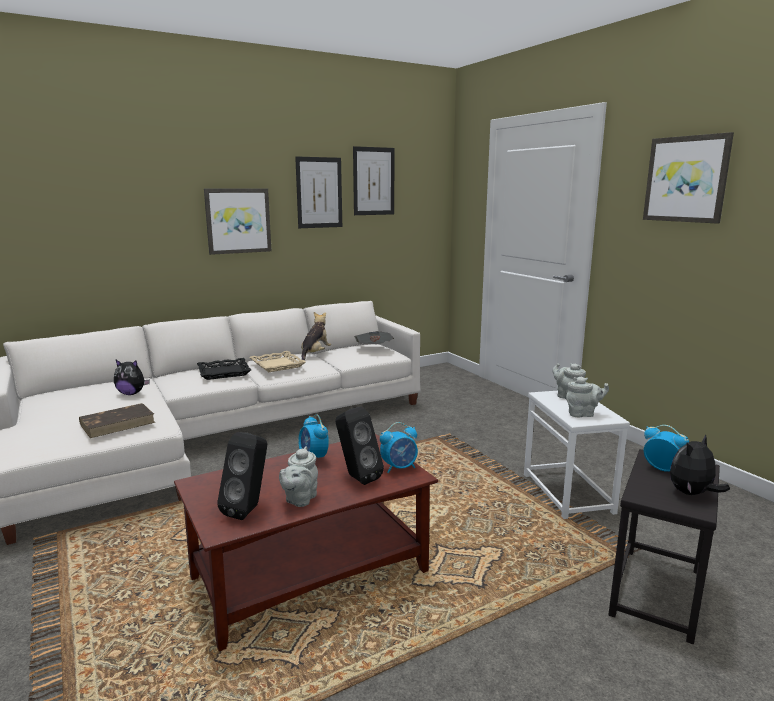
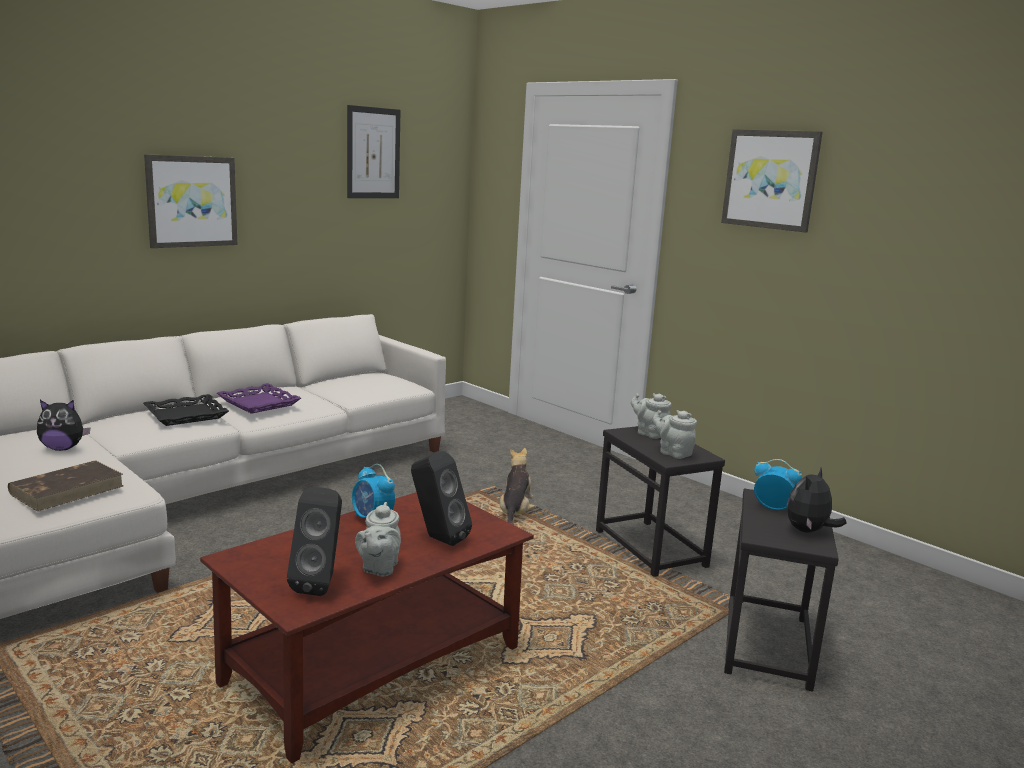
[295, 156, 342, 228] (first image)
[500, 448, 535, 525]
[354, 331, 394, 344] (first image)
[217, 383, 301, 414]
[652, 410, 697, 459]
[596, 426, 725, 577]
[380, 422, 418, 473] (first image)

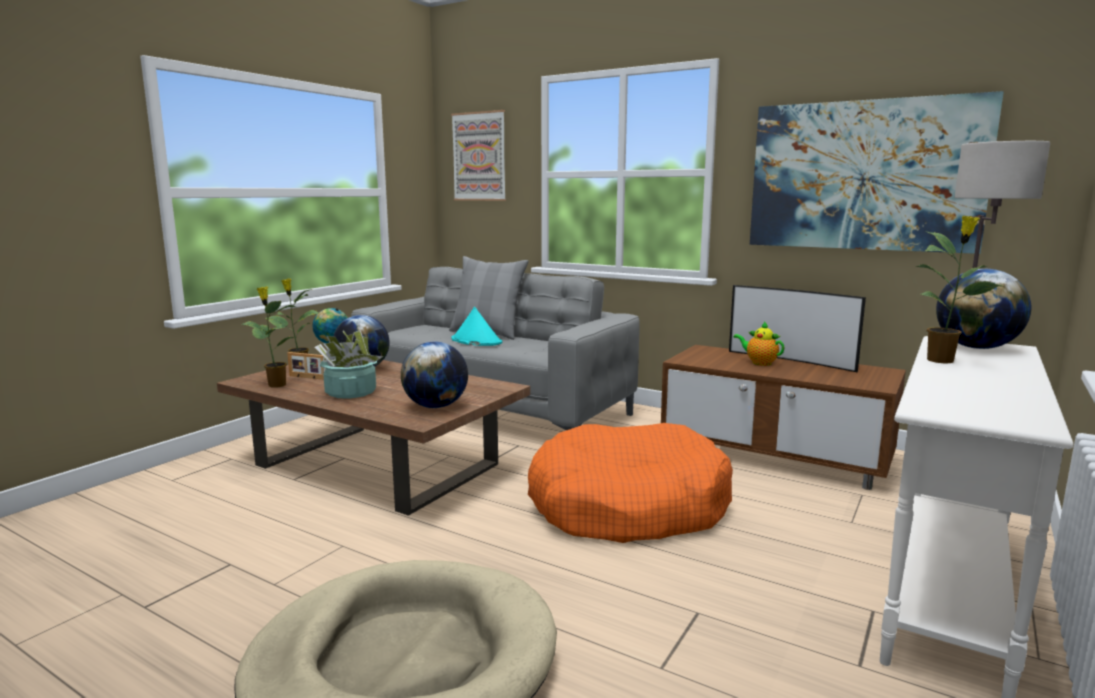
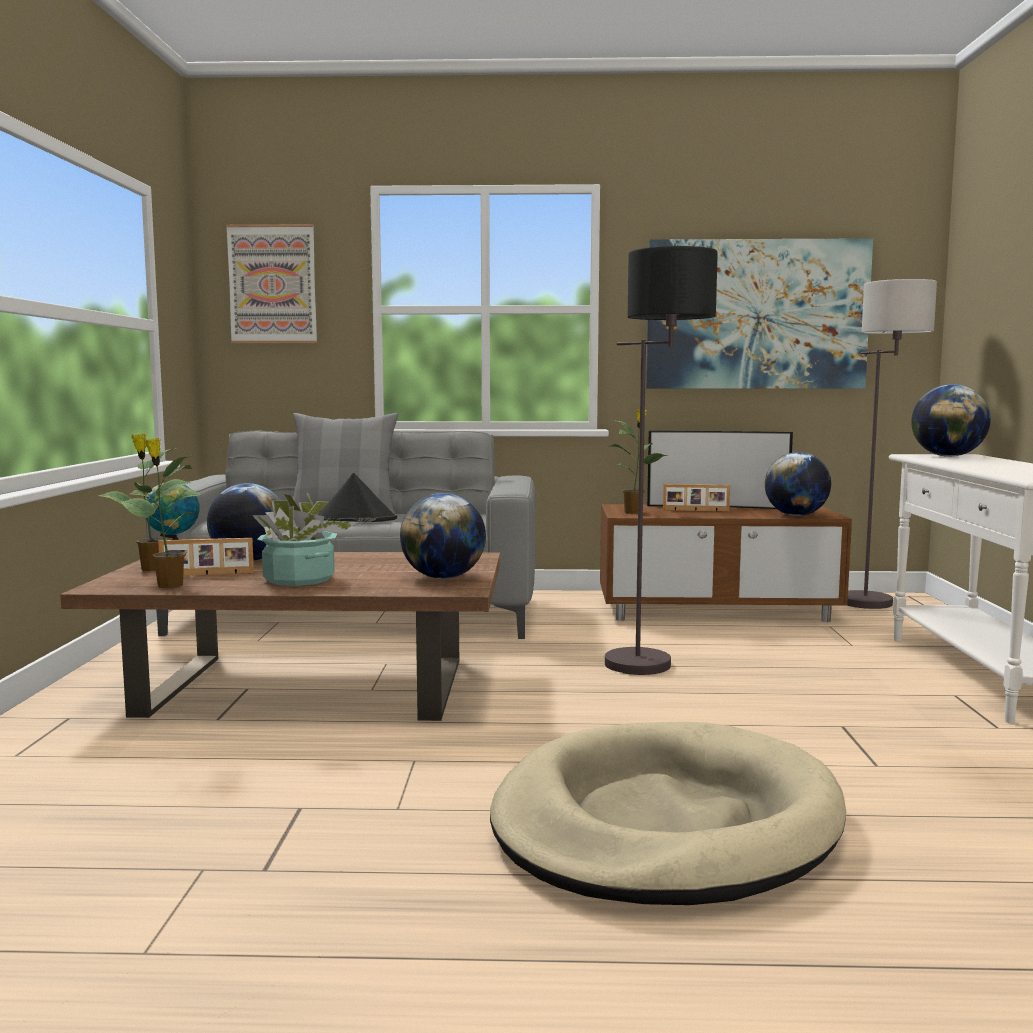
[611, 409, 668, 514]
[317, 473, 397, 522]
[663, 484, 730, 512]
[605, 246, 718, 675]
[765, 452, 831, 516]

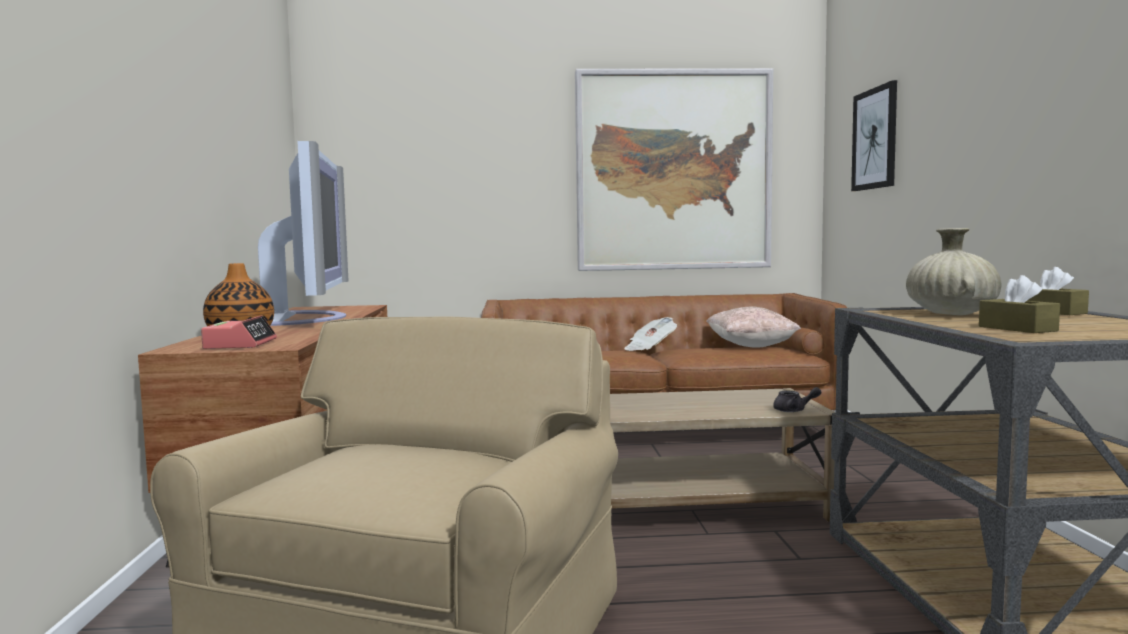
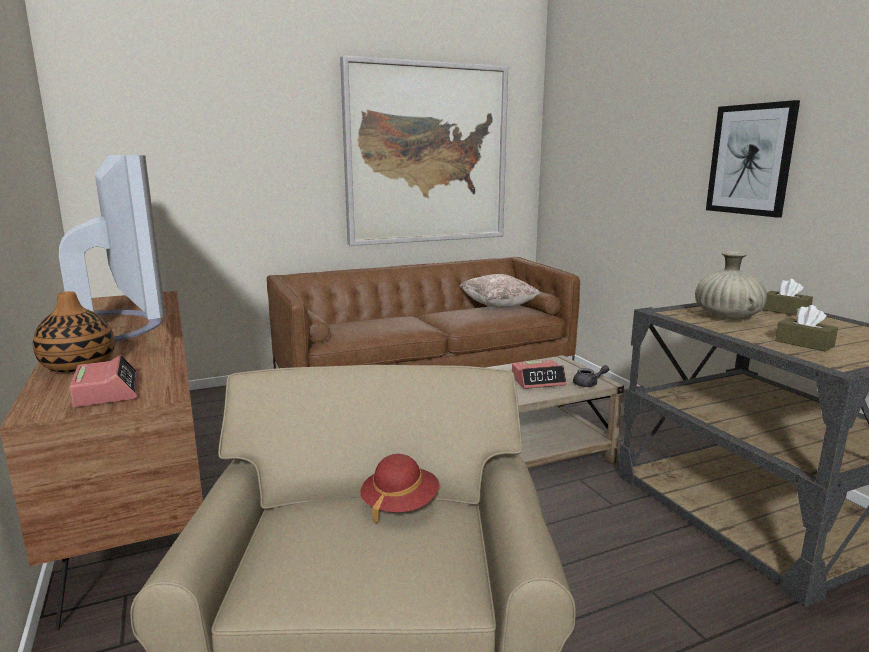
[706, 100, 800, 218]
[624, 317, 677, 351] (first image)
[512, 360, 567, 389]
[360, 454, 439, 525]

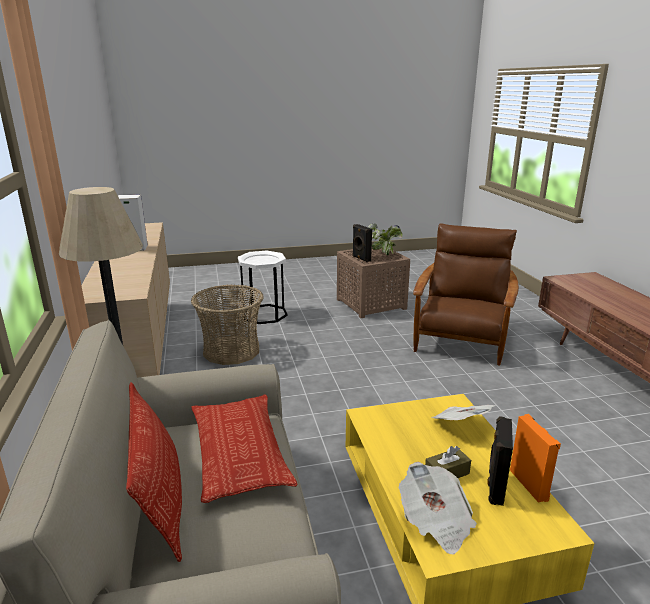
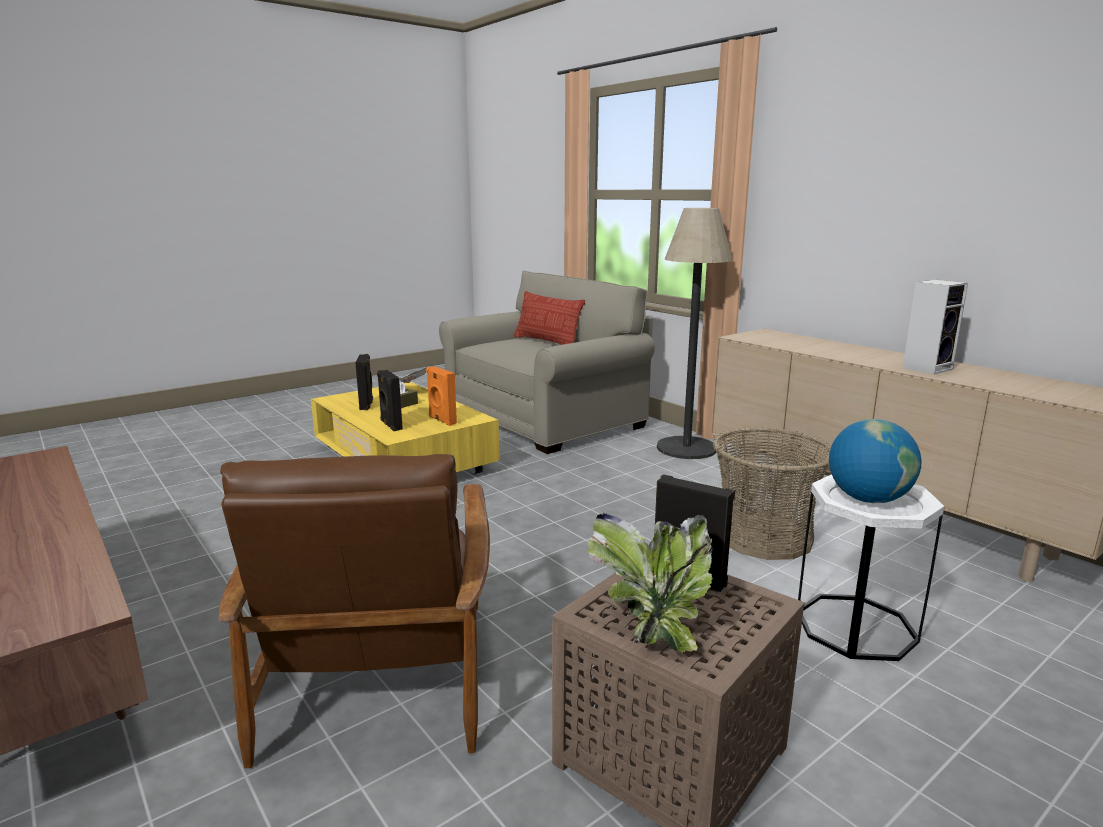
[192, 394, 298, 503] (first image)
[377, 370, 403, 431]
[426, 366, 457, 426]
[829, 419, 922, 503]

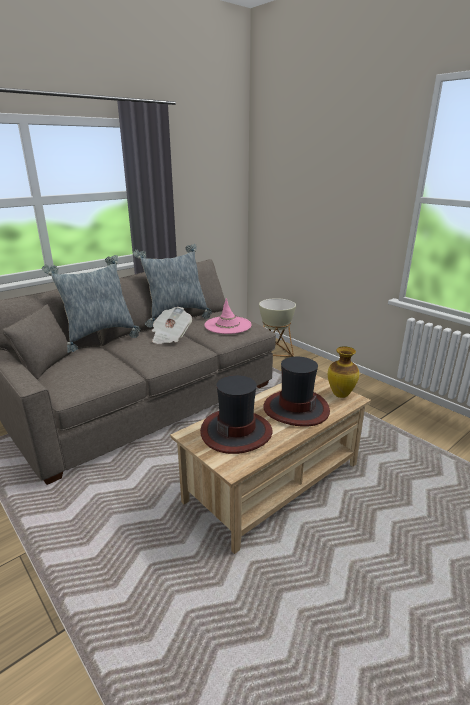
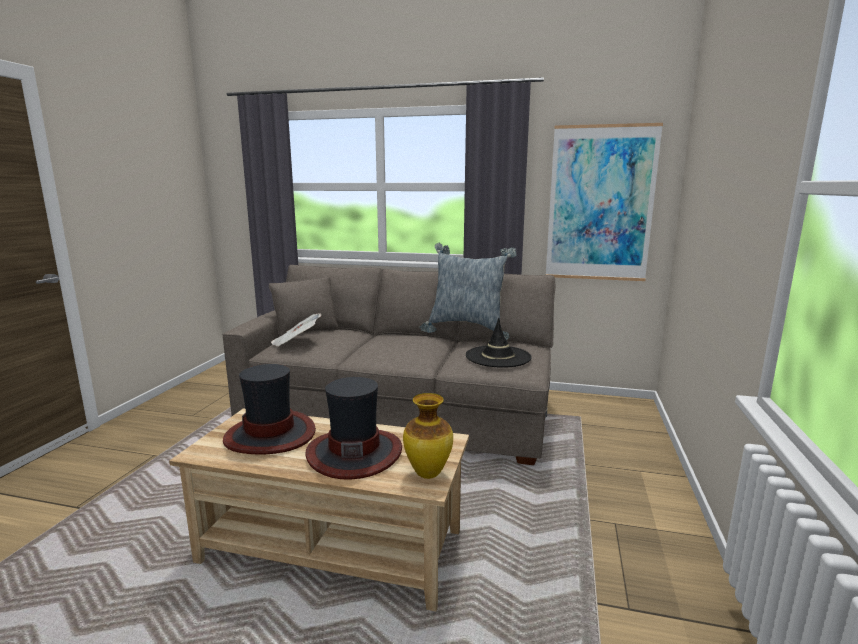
[41, 255, 141, 353] (first image)
[466, 318, 532, 368]
[259, 298, 296, 357] (first image)
[271, 313, 321, 347]
[546, 123, 663, 281]

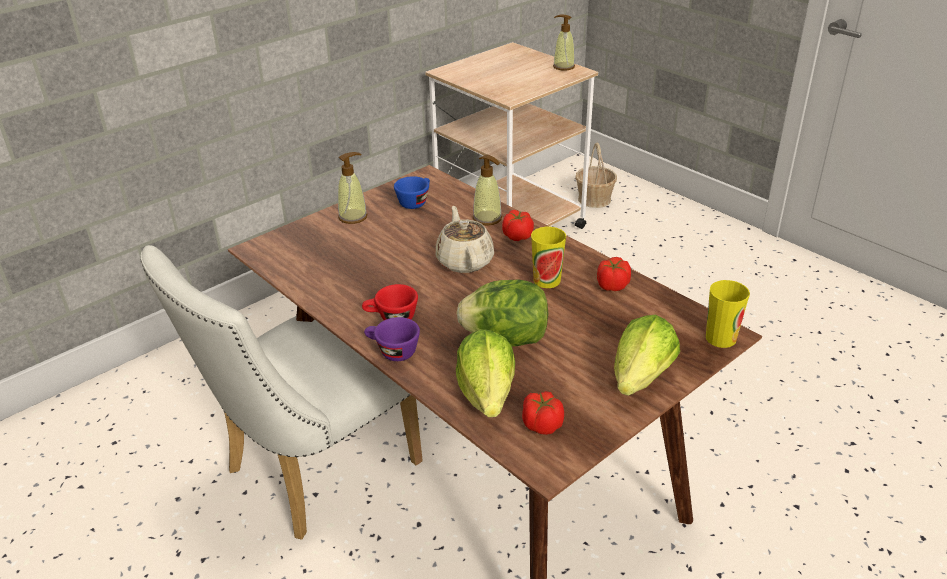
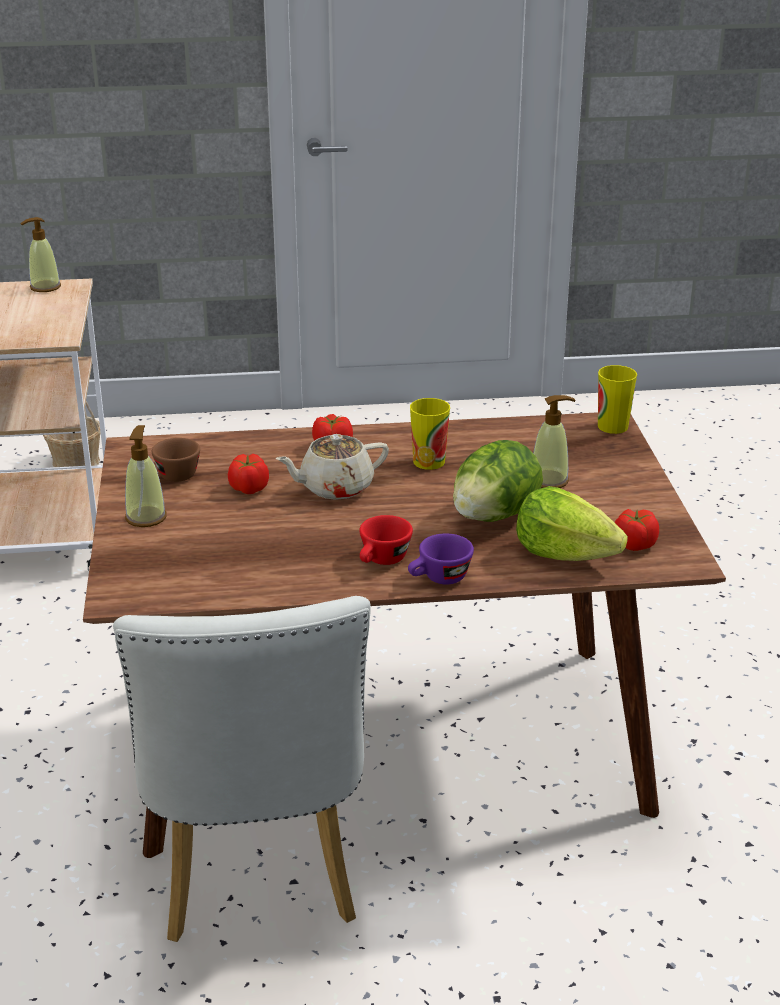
[533, 395, 576, 488]
[152, 438, 200, 482]
[276, 434, 389, 500]
[228, 454, 269, 494]
[614, 315, 680, 396] (first image)

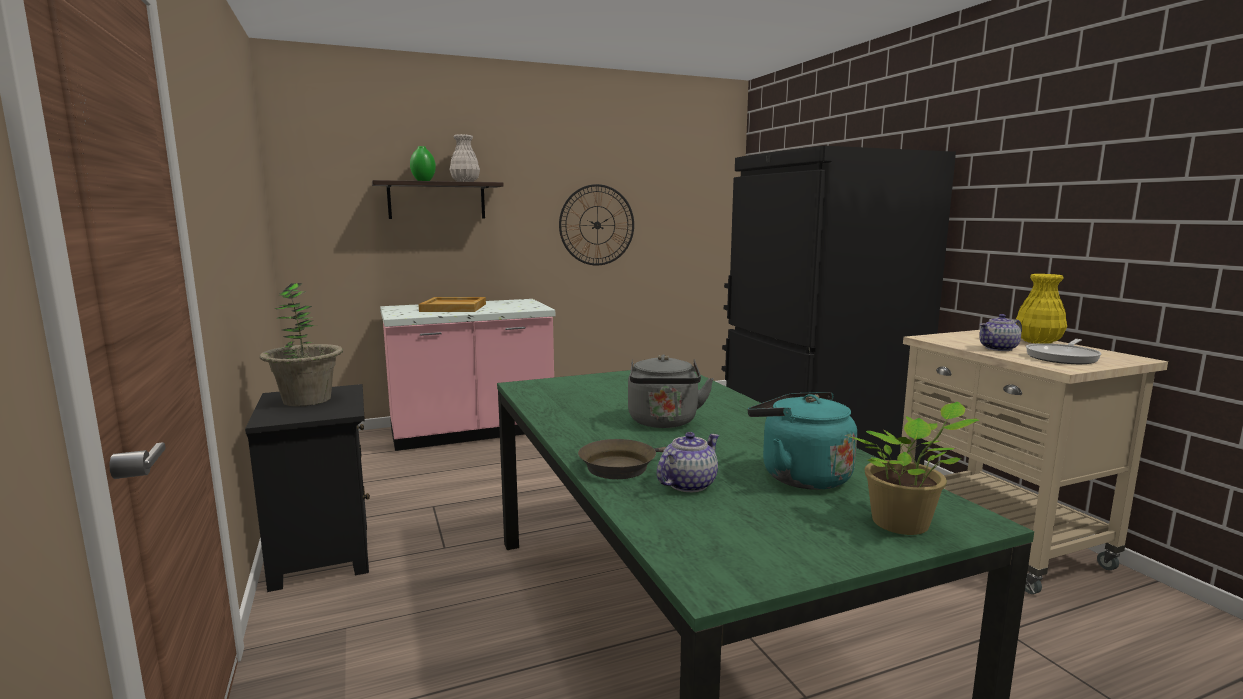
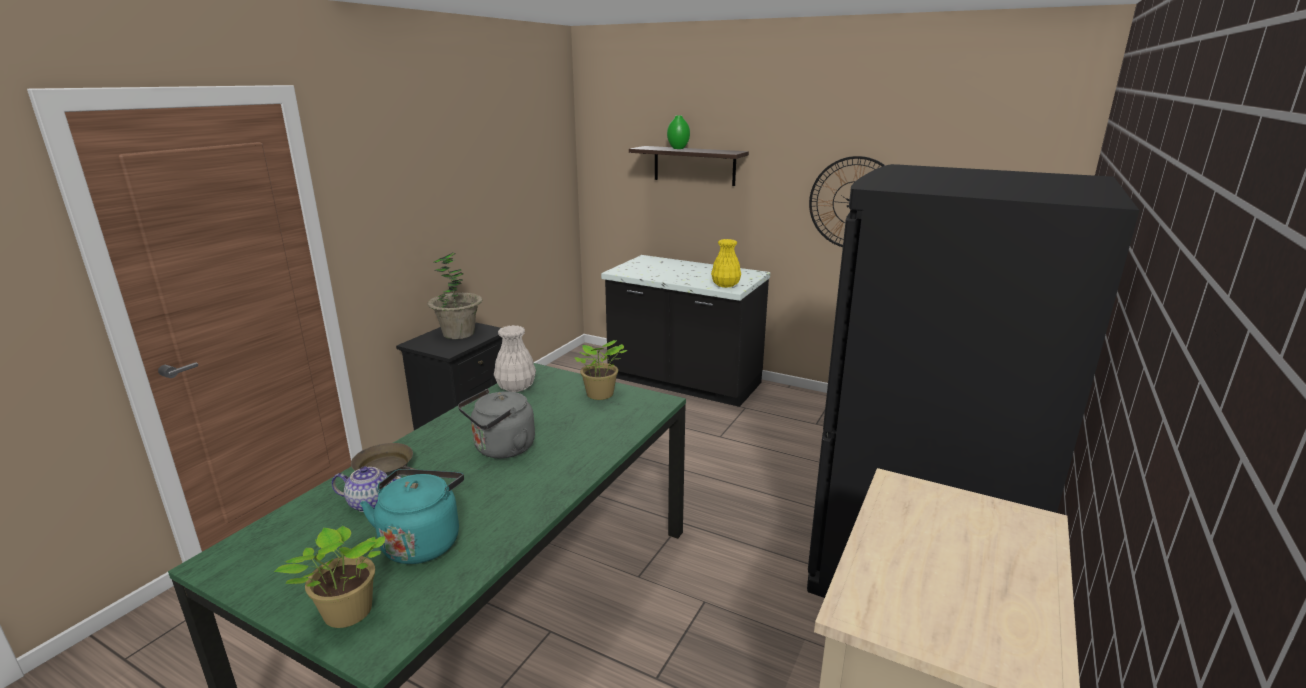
[494, 325, 536, 392]
[711, 239, 741, 287]
[418, 297, 486, 312] (first image)
[601, 255, 770, 407]
[979, 314, 1022, 351] (first image)
[1026, 339, 1102, 364] (first image)
[574, 340, 627, 400]

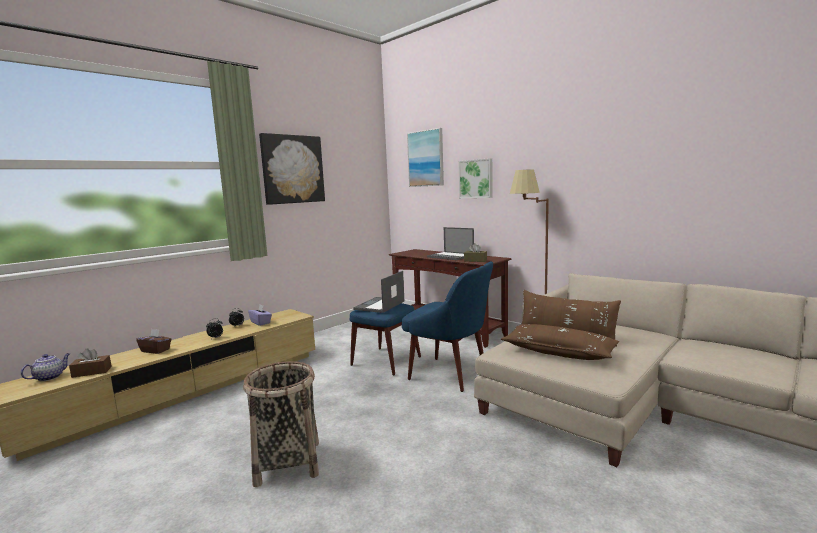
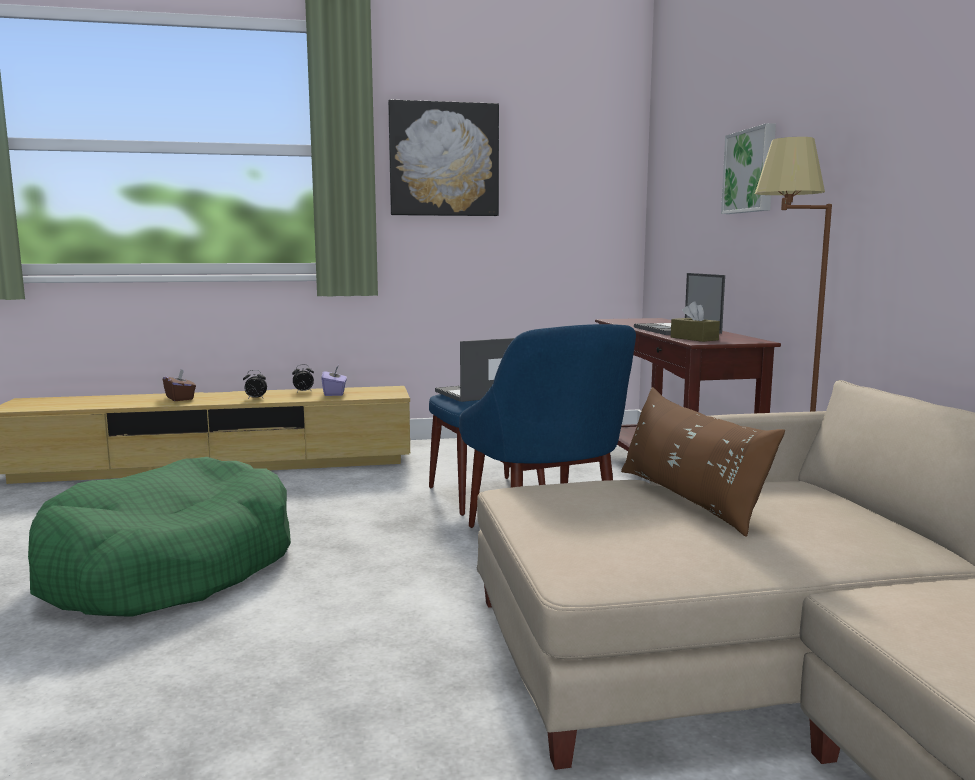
[407, 128, 444, 187] (first image)
[501, 324, 619, 360] (first image)
[69, 348, 112, 378] (first image)
[21, 353, 70, 381] (first image)
[28, 457, 291, 617]

